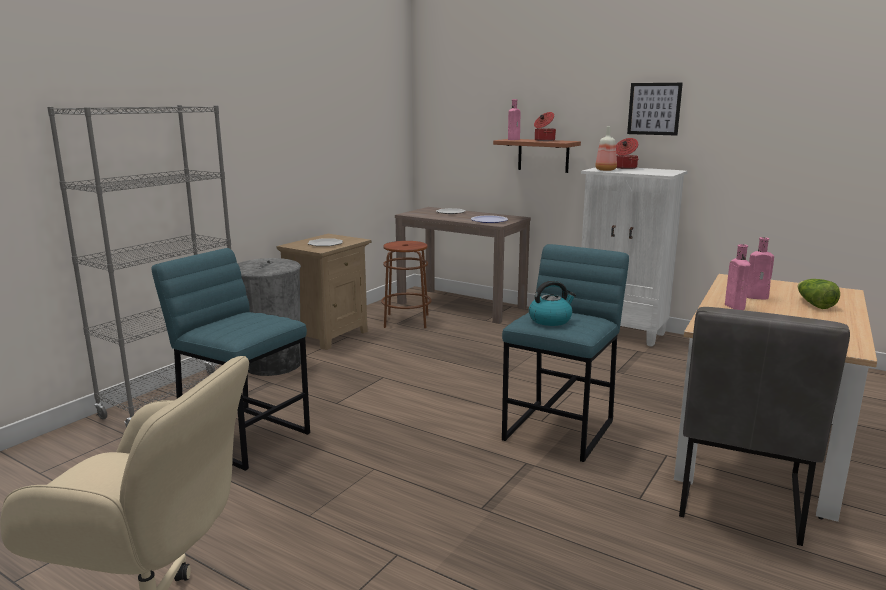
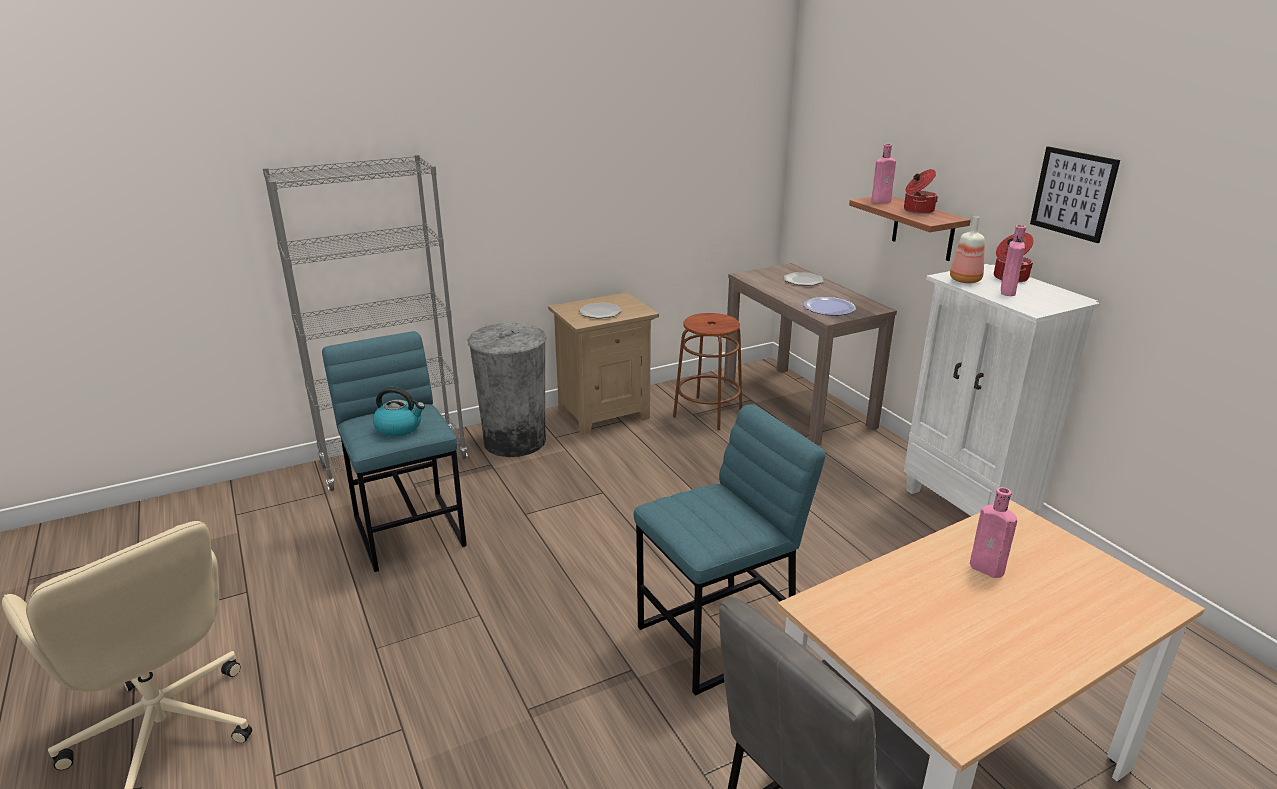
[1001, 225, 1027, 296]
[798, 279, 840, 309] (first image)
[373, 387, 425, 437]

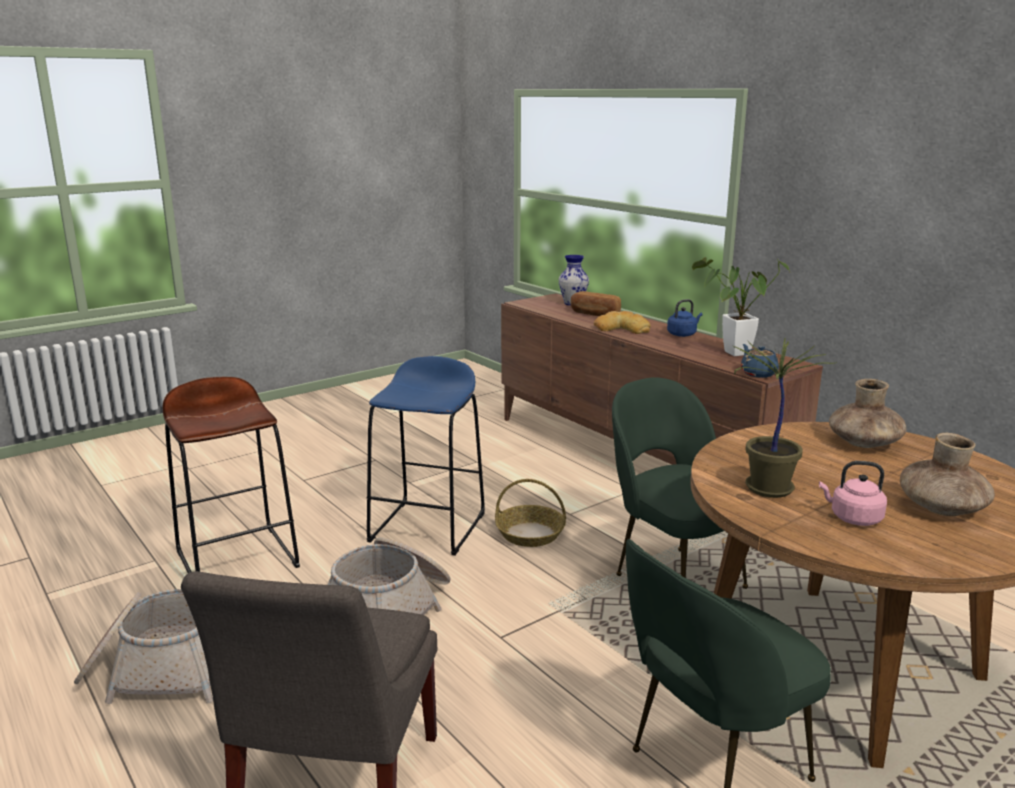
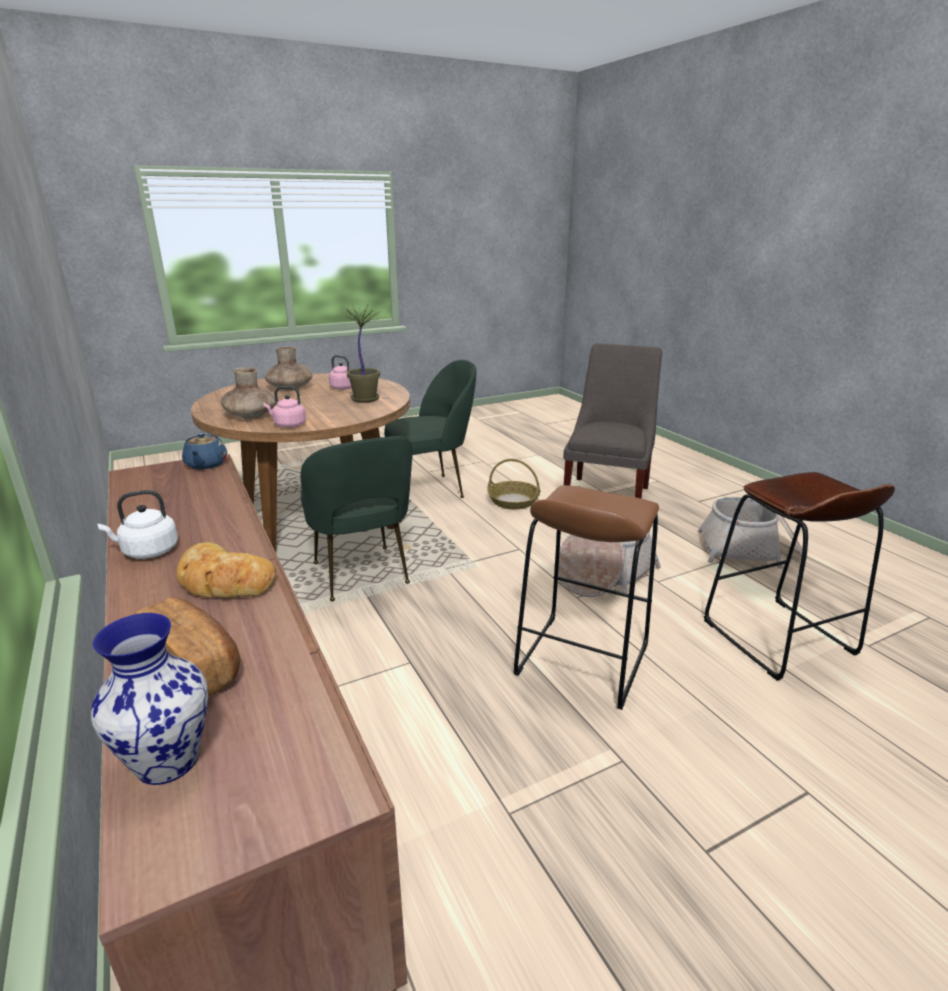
[692, 257, 790, 356] (first image)
[97, 490, 178, 559]
[513, 485, 659, 710]
[487, 459, 540, 510]
[264, 386, 306, 428]

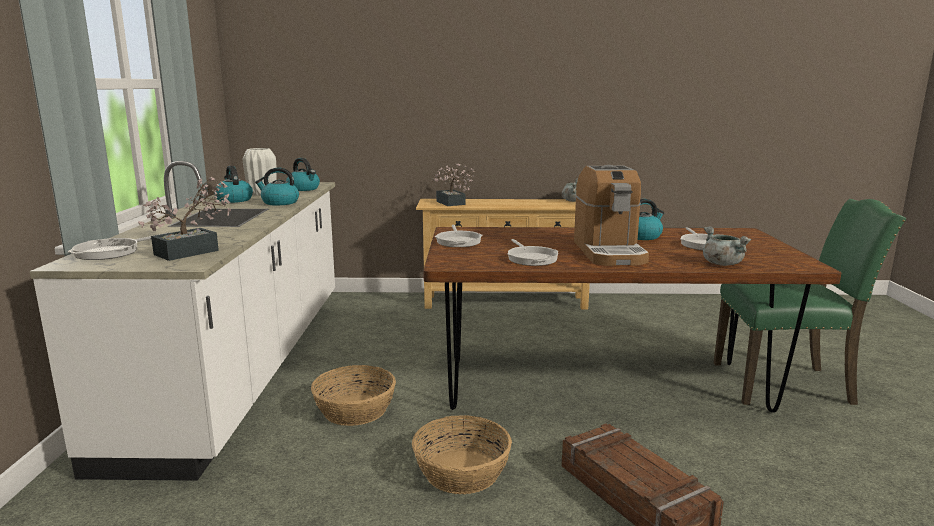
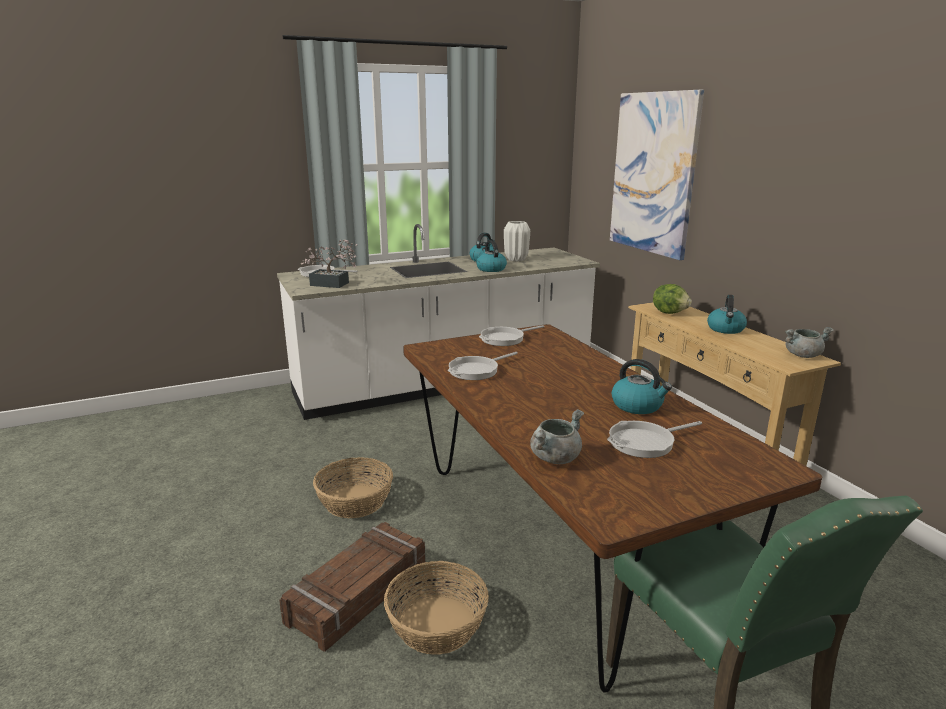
[707, 295, 747, 334]
[653, 284, 692, 314]
[574, 165, 649, 266] (first image)
[384, 561, 489, 655]
[610, 90, 704, 260]

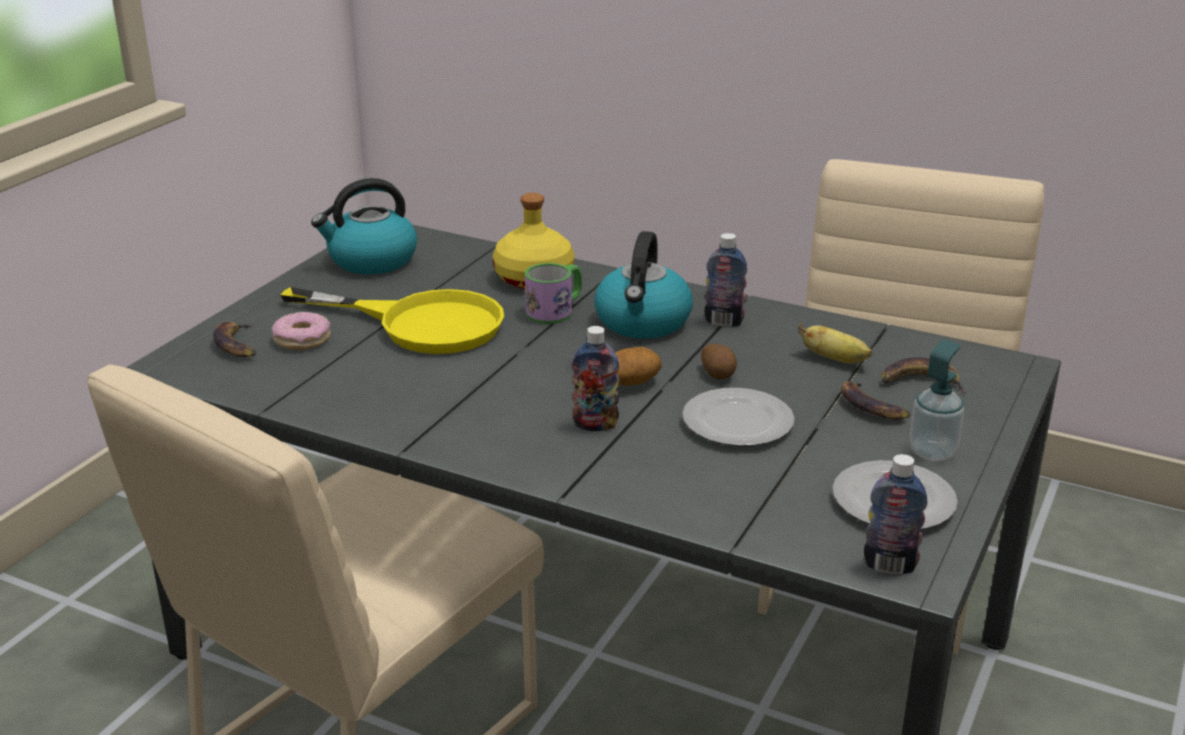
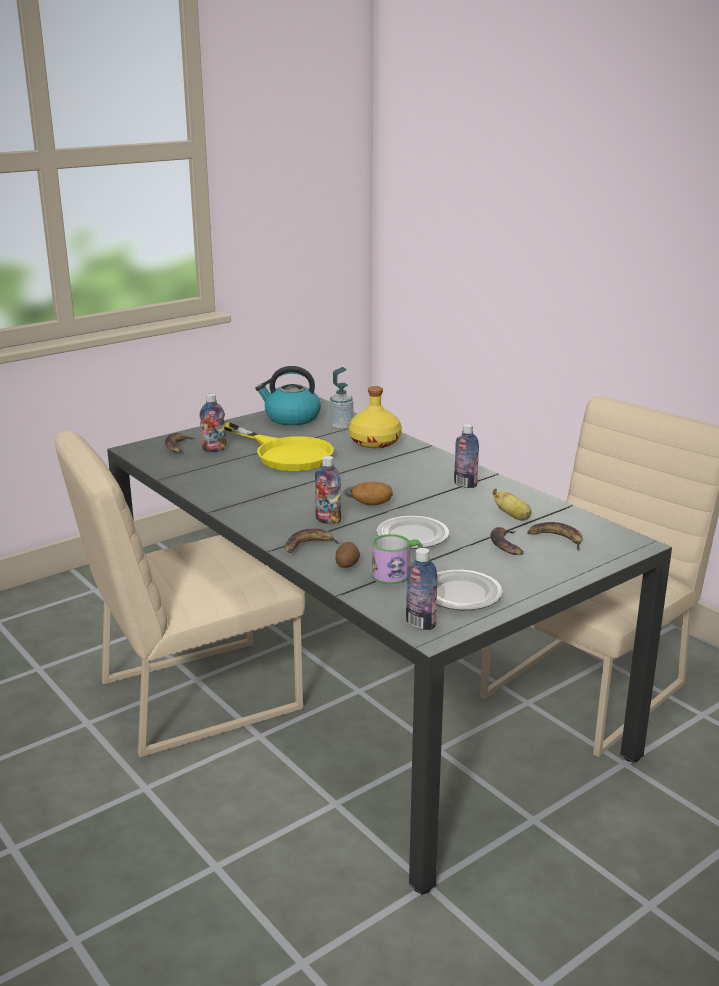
[594, 231, 693, 339] (first image)
[372, 534, 423, 585]
[199, 393, 227, 452]
[329, 367, 353, 429]
[335, 542, 360, 568]
[285, 528, 342, 553]

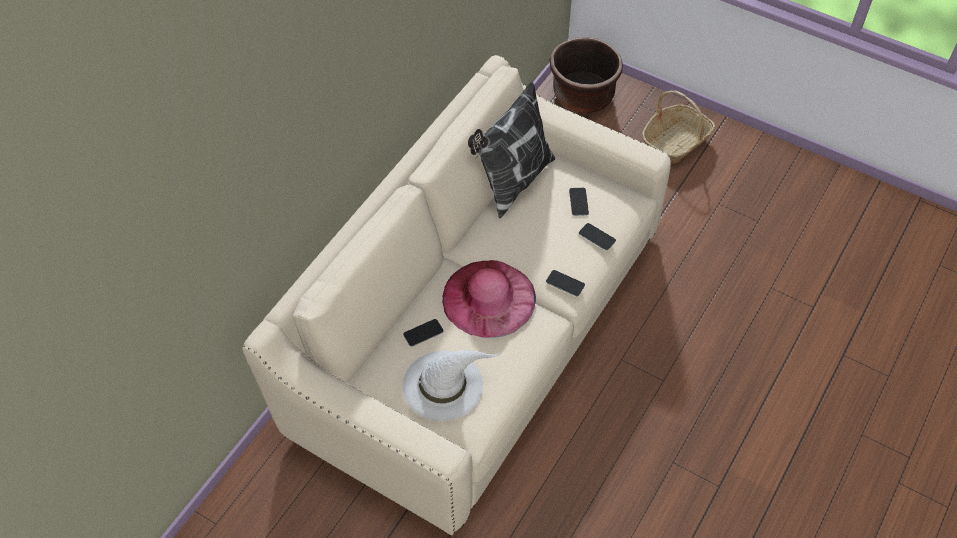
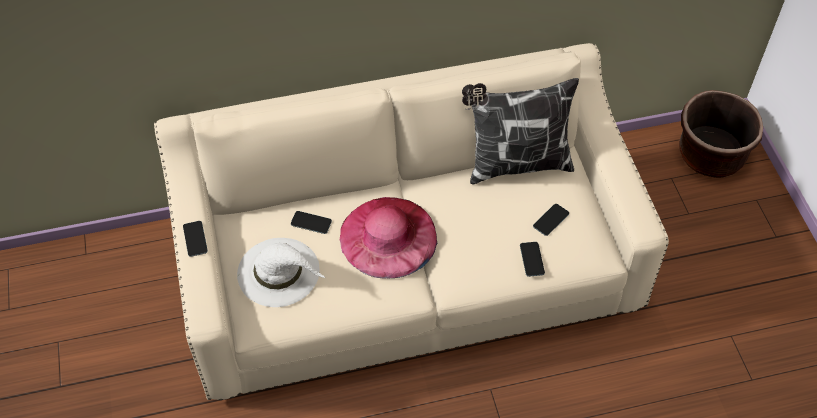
[642, 91, 715, 165] (first image)
[183, 221, 208, 257]

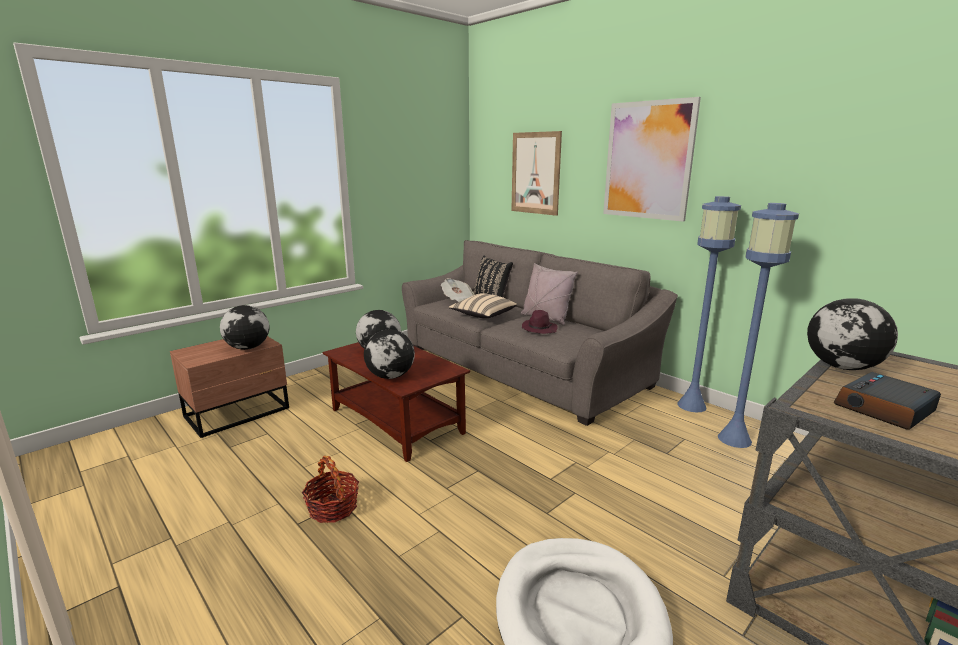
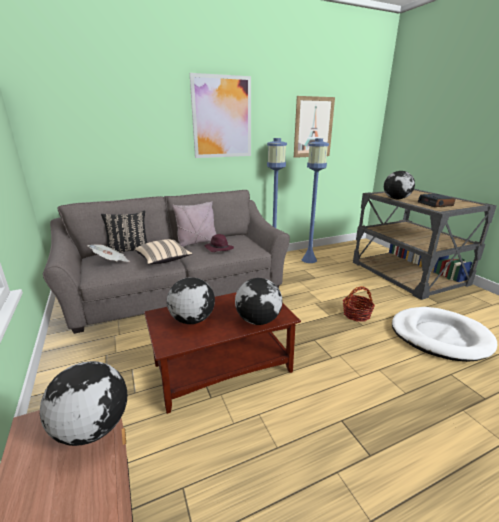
[294, 96, 335, 158]
[343, 286, 375, 322]

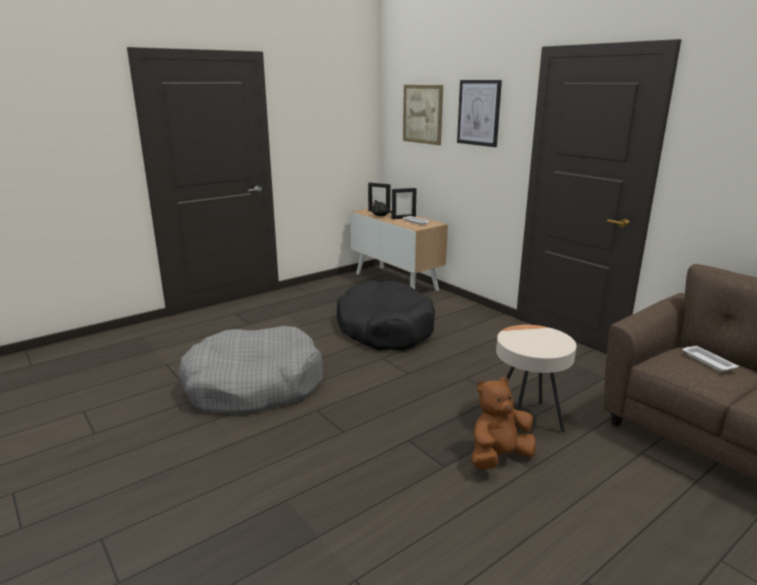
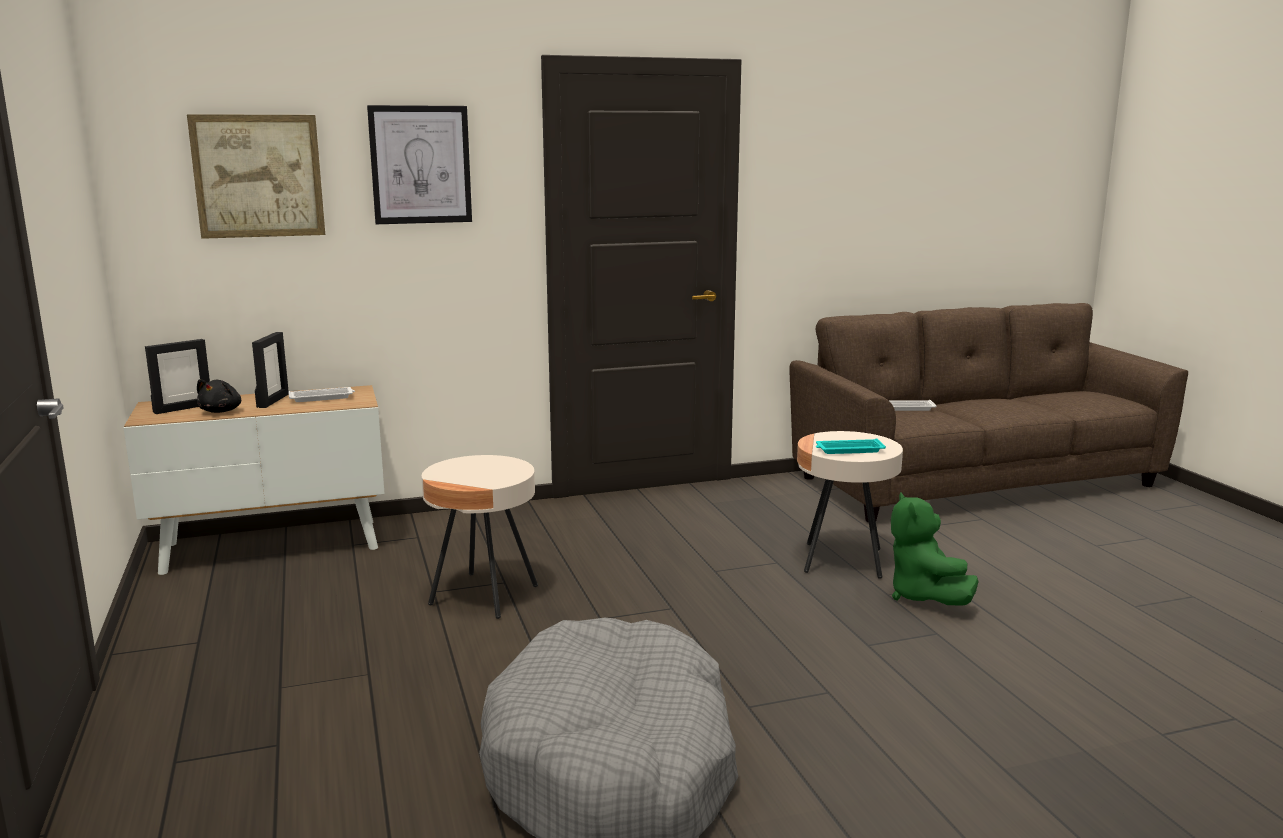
[421, 455, 538, 619]
[891, 492, 979, 605]
[816, 438, 886, 454]

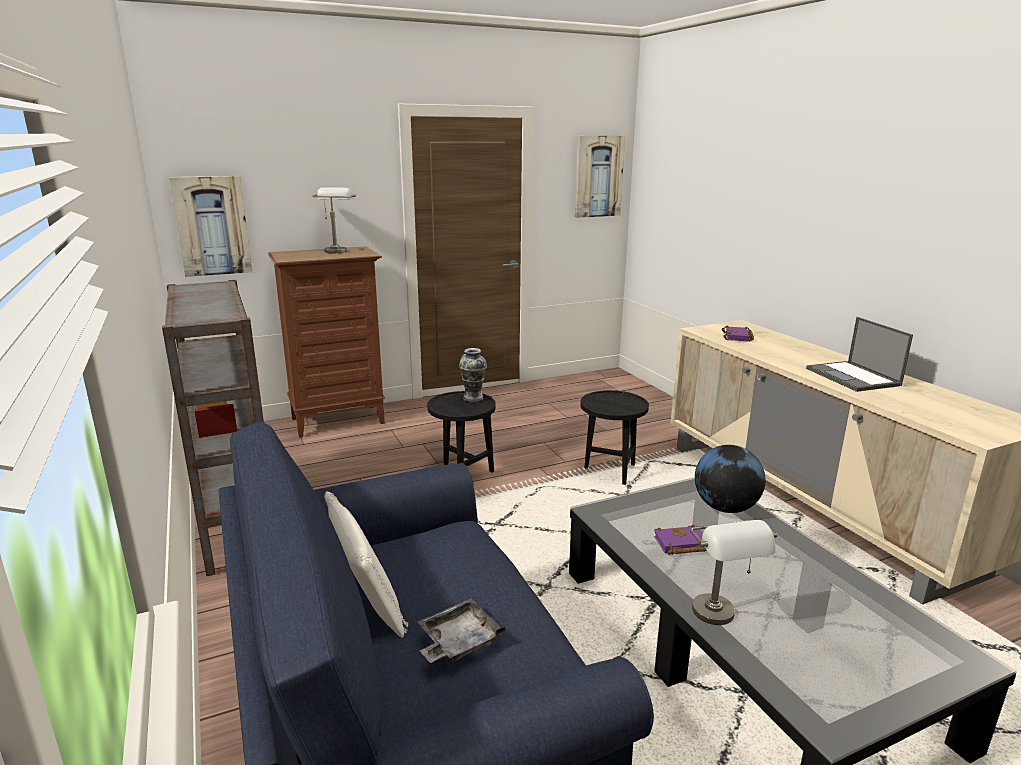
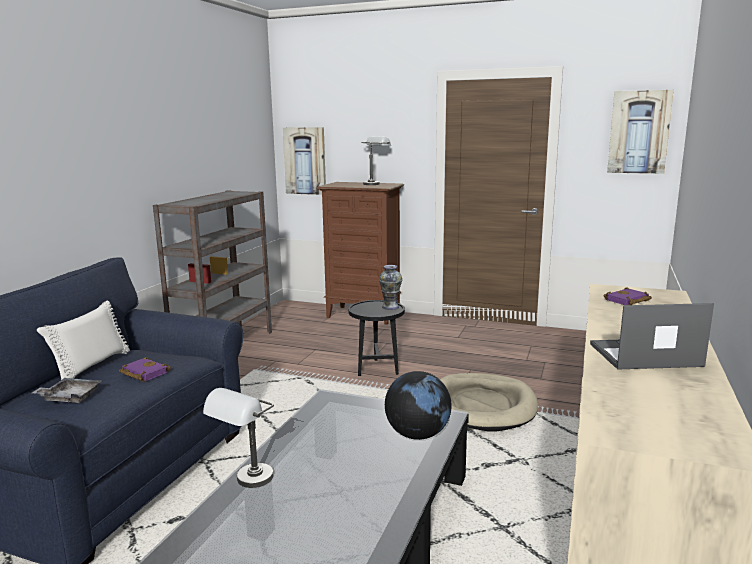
[590, 303, 714, 370]
[440, 373, 538, 432]
[119, 357, 171, 382]

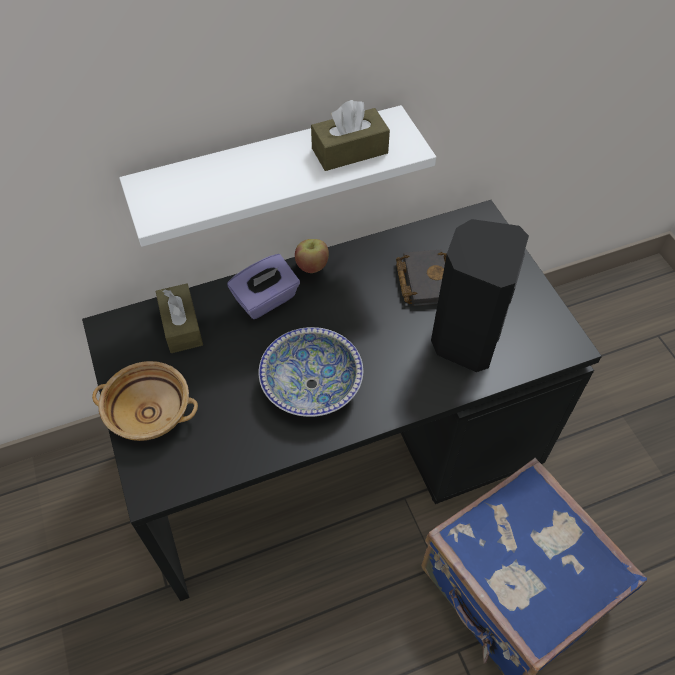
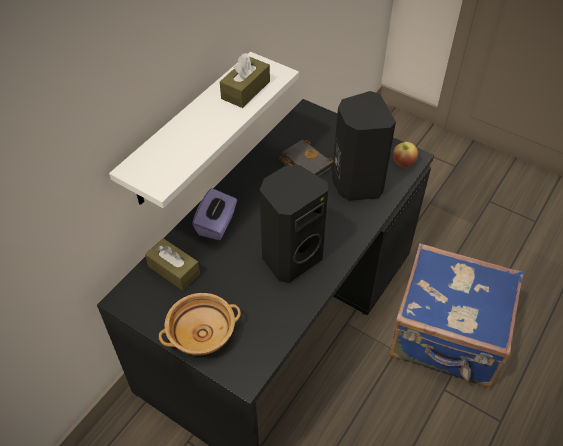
[393, 142, 418, 168]
[260, 165, 328, 283]

